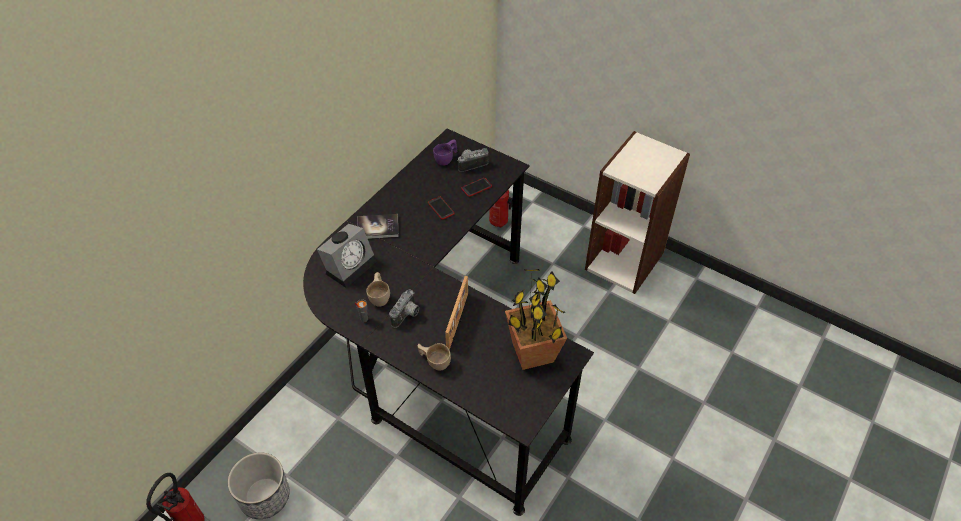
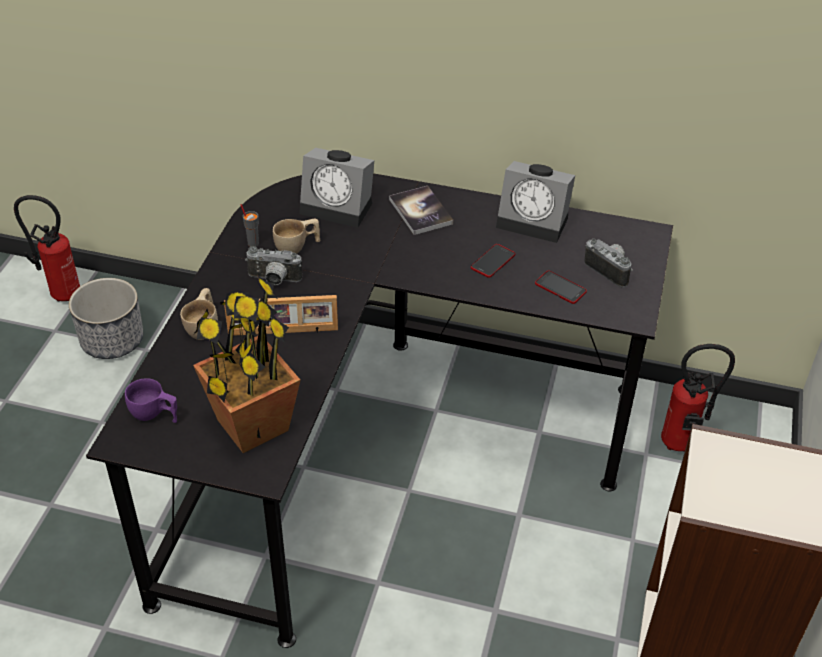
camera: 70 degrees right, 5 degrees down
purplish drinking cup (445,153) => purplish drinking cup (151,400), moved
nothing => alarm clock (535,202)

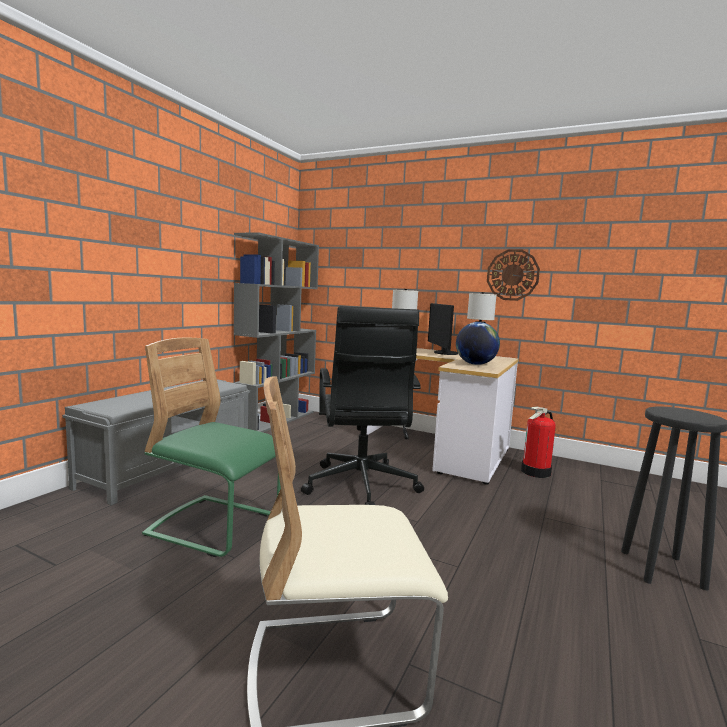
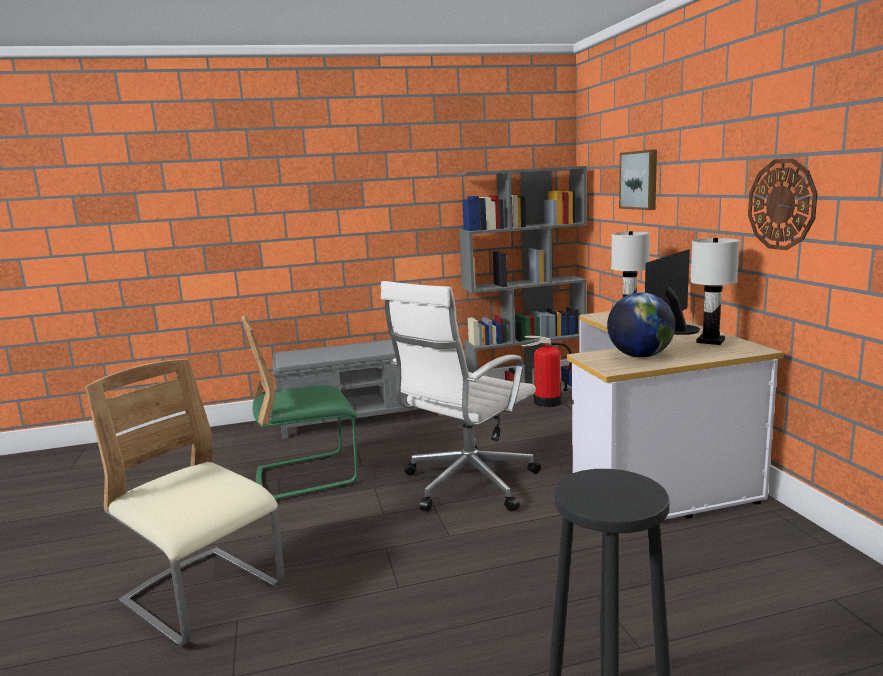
camera: 50 degrees right, 5 degrees up
black desk chair (362,405) => white-coloured desk chair (461,396)
green plain chair (211,447) => green plain chair (300,407), 90 degrees counterclockwise
extinguisher (538,442) => extinguisher (546,371), moved
nothing => picture (638,179)

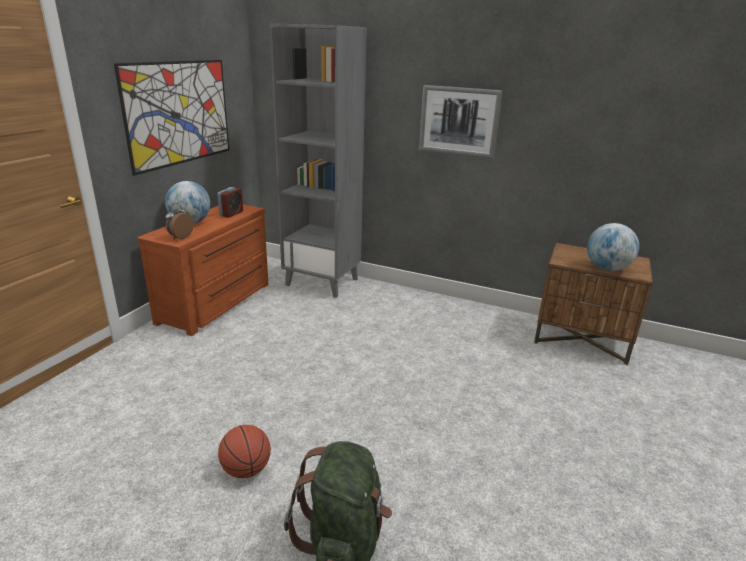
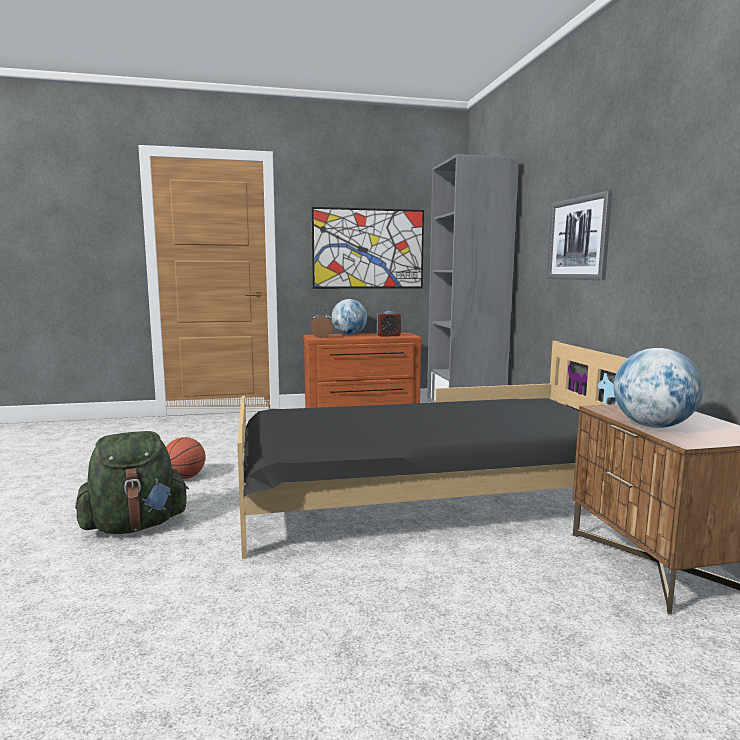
camera: 55 degrees right, 15 degrees down
nothing => black bedroom bed (432,450)

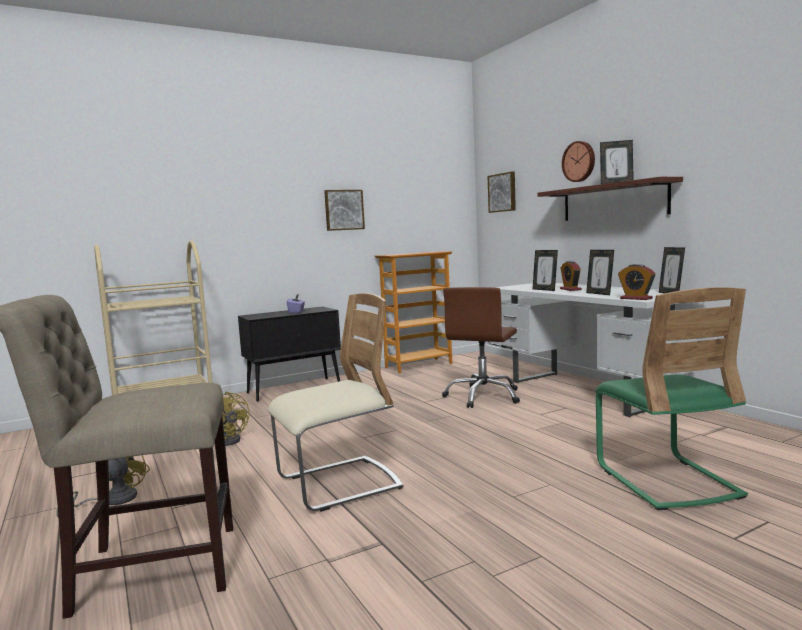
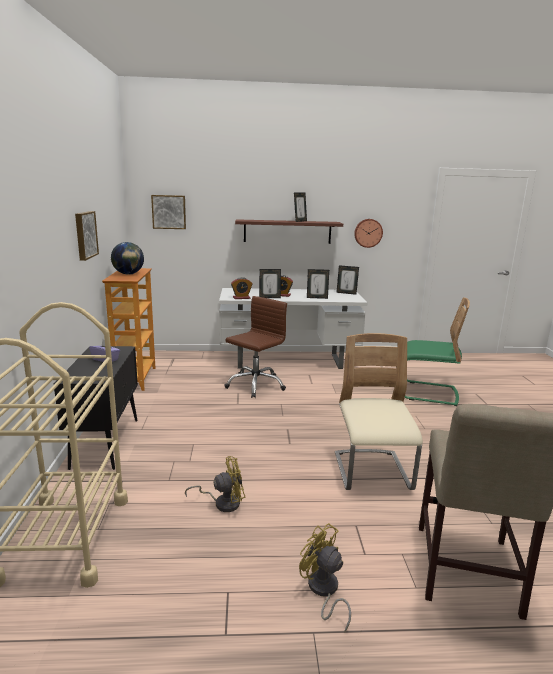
camera: 65 degrees left, 10 degrees up
clock on the wall (578,161) => clock on the wall (368,233), moved
alarm clock (636,282) => alarm clock (242,288), moved
brownish desk chair (481,347) => brownish desk chair (255,347), 105 degrees counterclockwise
nothing => globe (127,258)

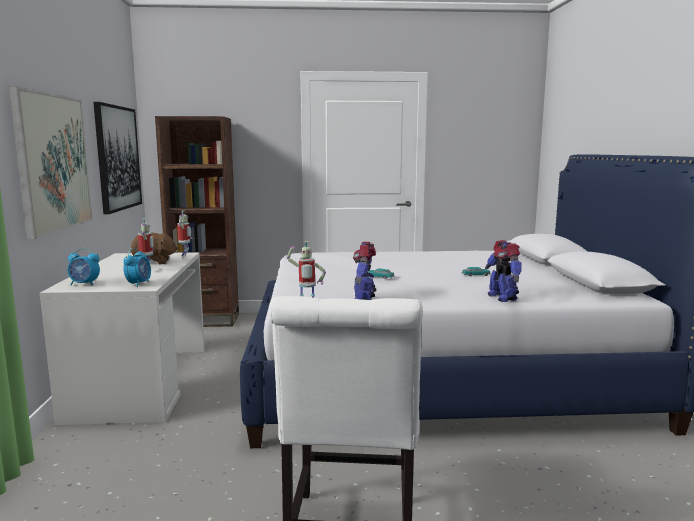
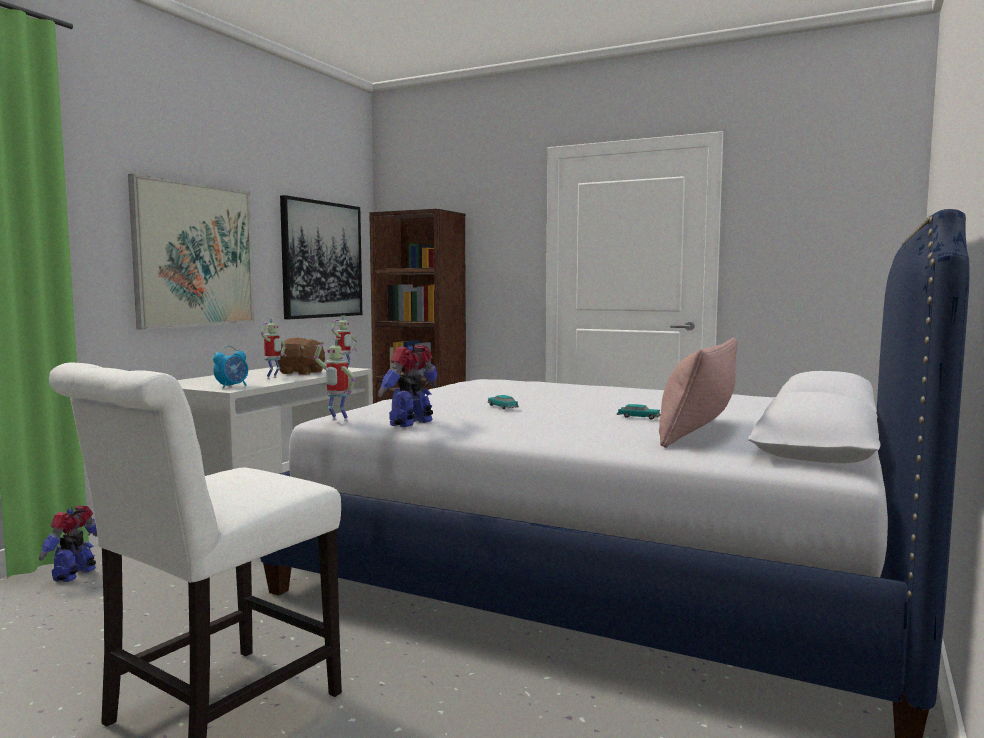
camera: 30 degrees right, 5 degrees down
toy robot (503,271) => toy robot (68,544), moved
alarm clock (83,267) => nothing
nothing => pink-coloured cushion (698,393)

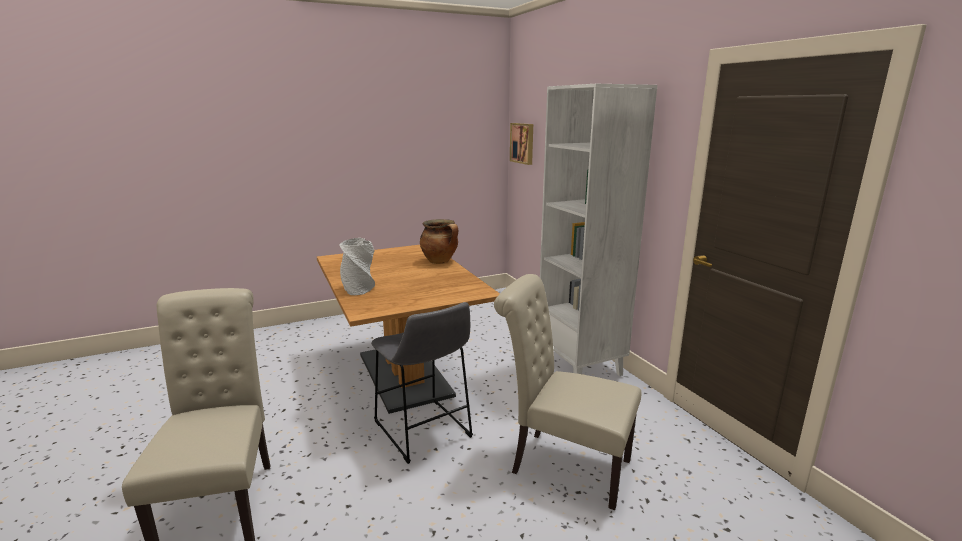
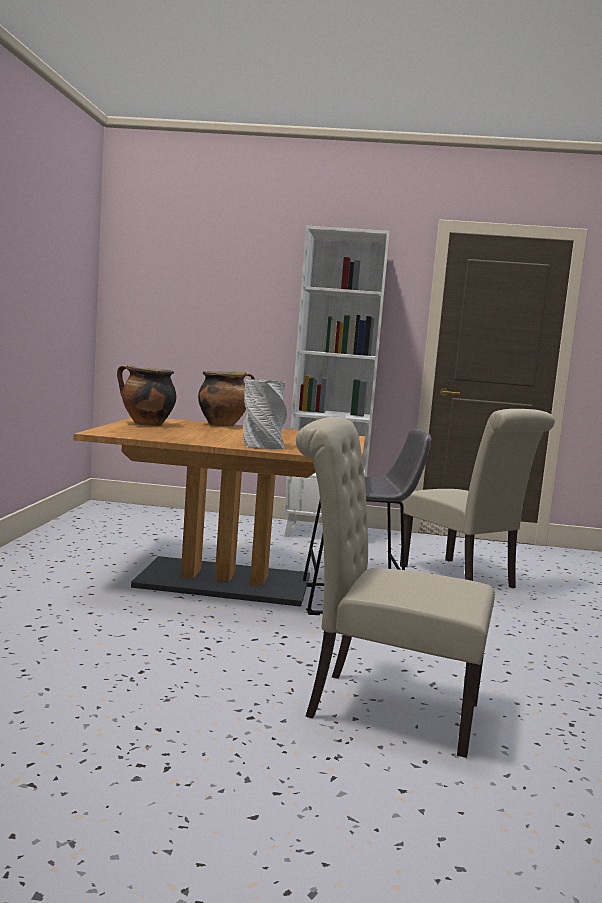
camera: 60 degrees left, 10 degrees down
picture (521,144) => nothing
beige plain chair (568,392) => beige plain chair (477,498), 90 degrees counterclockwise
nothing => saucepot (146,395)

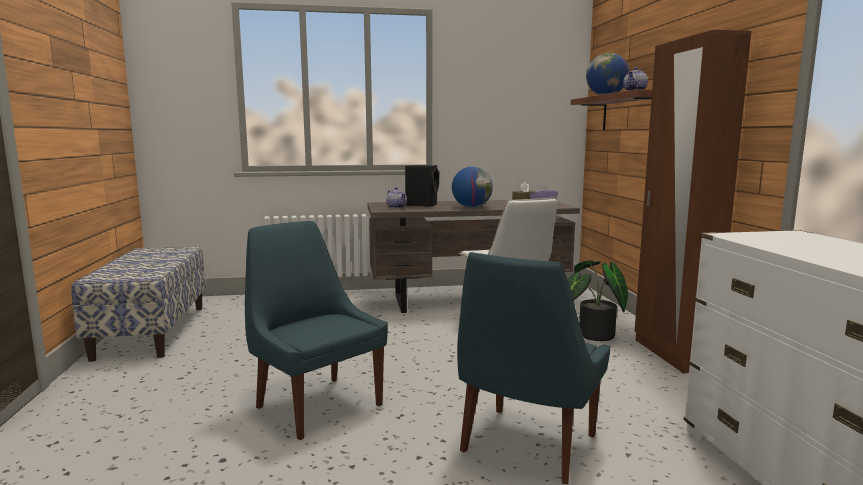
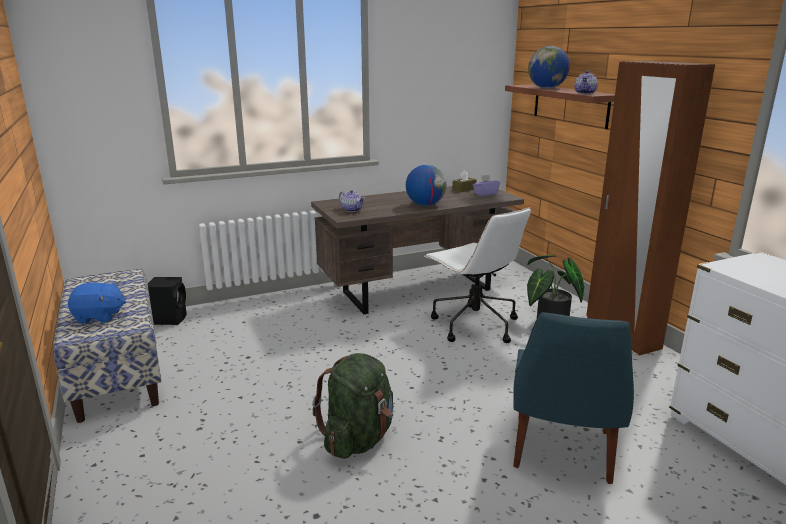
camera: 15 degrees left, 10 degrees up
black loudspeaker (422,186) => black loudspeaker (167,301), moved
bluish plain chair (316,330) => green knapsack (352,406)
nothing => bluish soft toy (97,302)

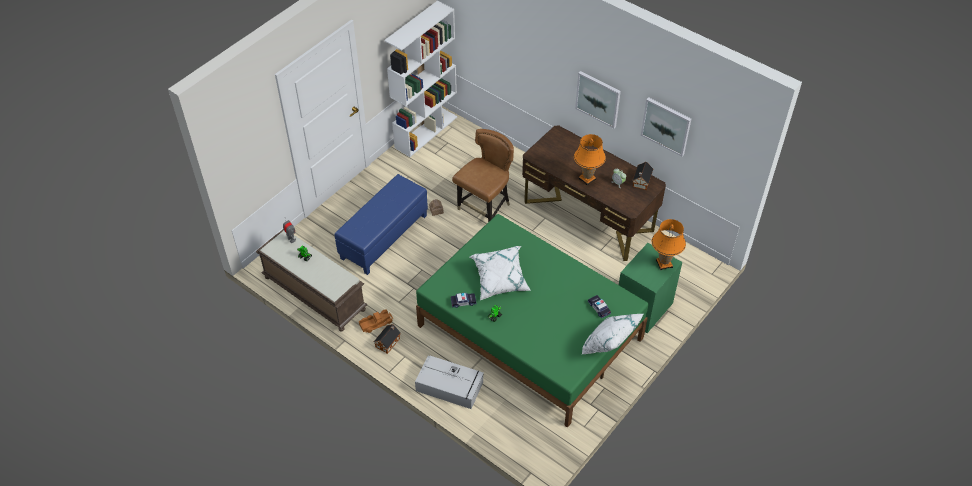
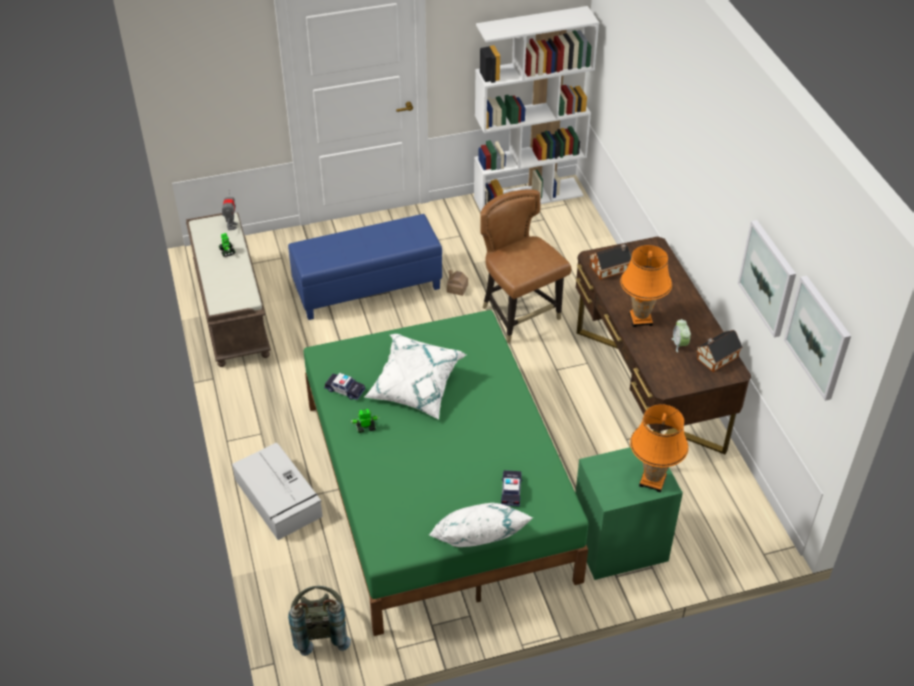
camera: 35 degrees right, 5 degrees down
picture (598,100) => picture (817,338), moved
brownish plain chair (483,175) => brownish plain chair (525,266), 105 degrees counterclockwise
toy lorry (376,321) => nothing
toy house (387,339) => toy house (610,262), moved
nothing => grey knapsack (319,621)

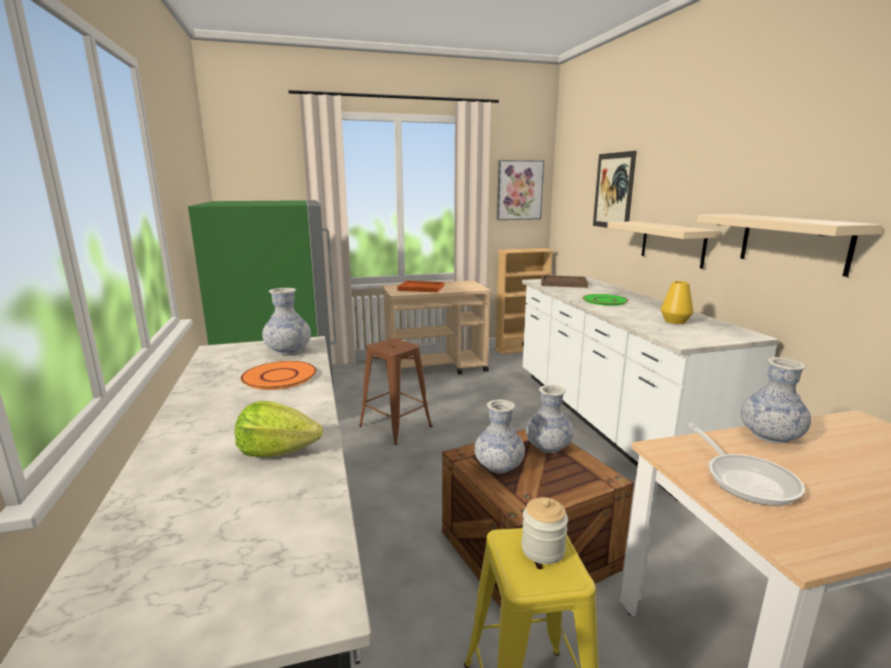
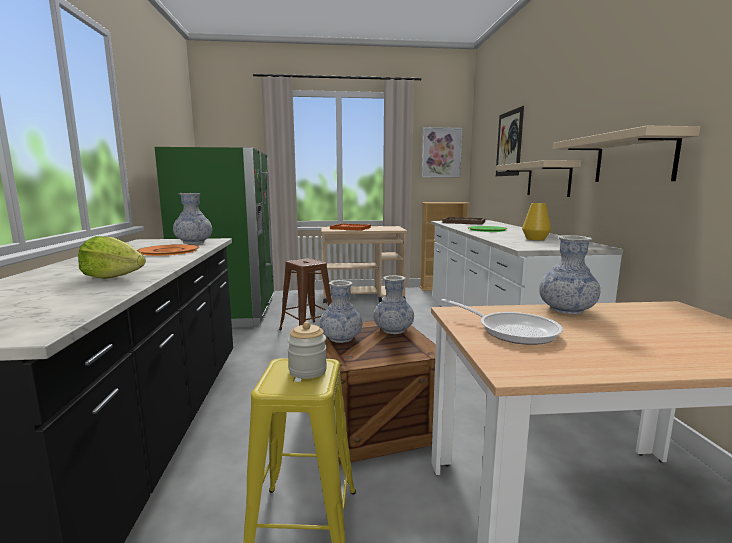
camera: 10 degrees right, 5 degrees down
frying pan (746,464) => frying pan (502,322), 45 degrees counterclockwise

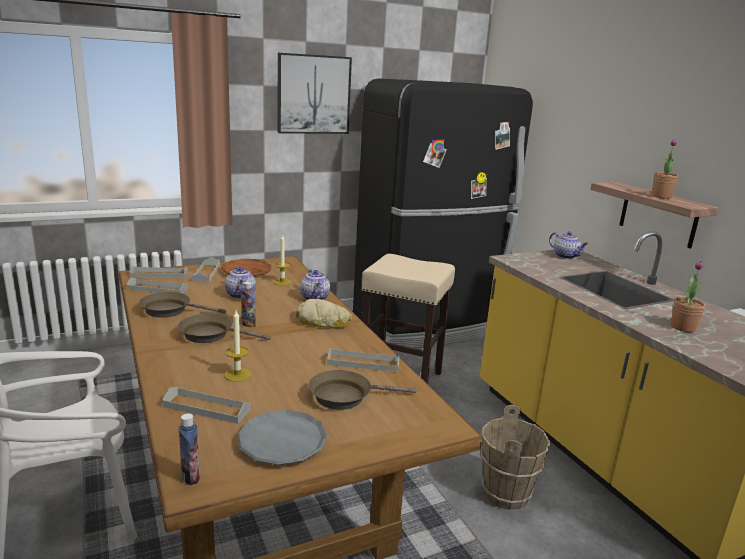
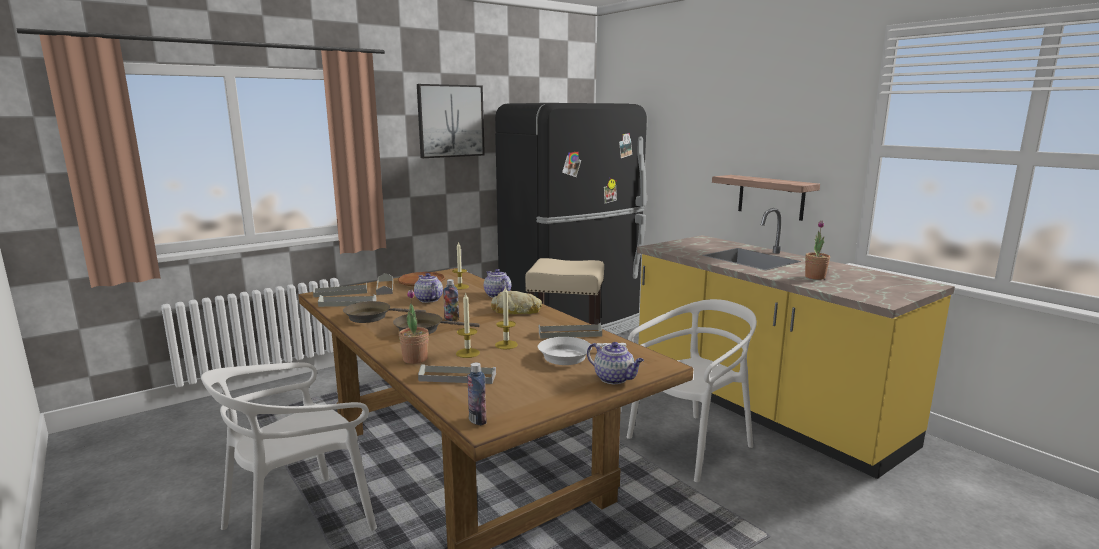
camera: 10 degrees left, 5 degrees down
potted plant (665,169) => potted plant (414,326), moved
pot for tea (568,245) => pot for tea (615,363), moved
brownish frying pan (362,390) => white-coloured frying pan (582,351)
brownish bucket (515,457) => white-coloured plain chair (692,390)
grey dinner plate (282,437) => nothing
nothing => wax candle (506,318)

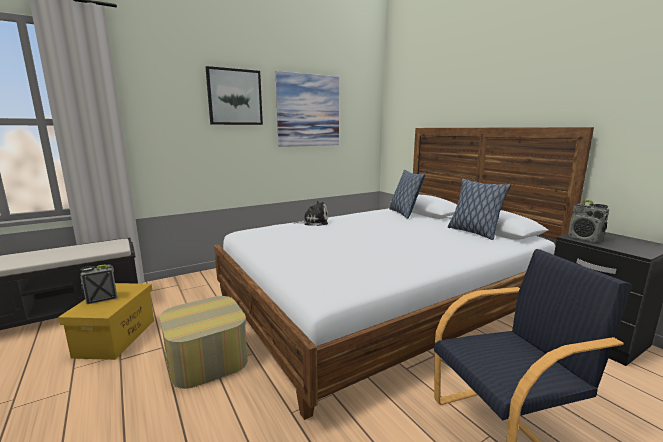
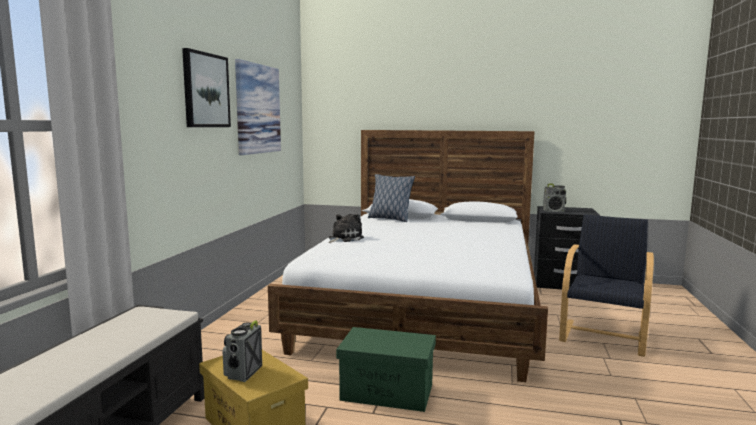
camera: 45 degrees left, 5 degrees down
cushion (479,209) => nothing
footrest (203,342) => green storage container (386,369)

